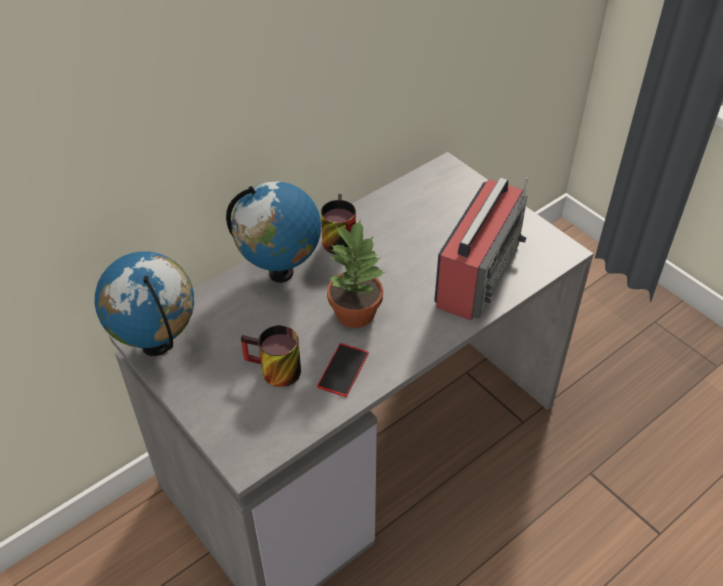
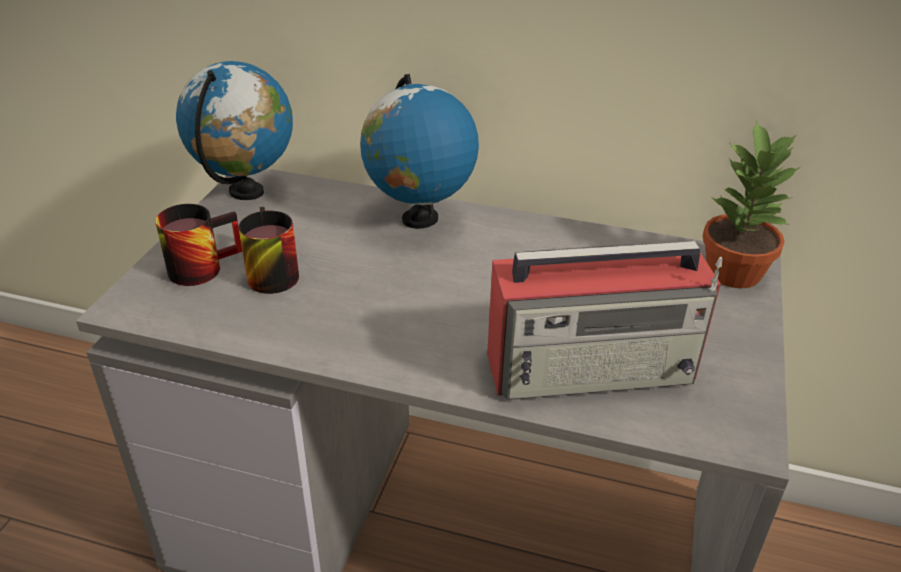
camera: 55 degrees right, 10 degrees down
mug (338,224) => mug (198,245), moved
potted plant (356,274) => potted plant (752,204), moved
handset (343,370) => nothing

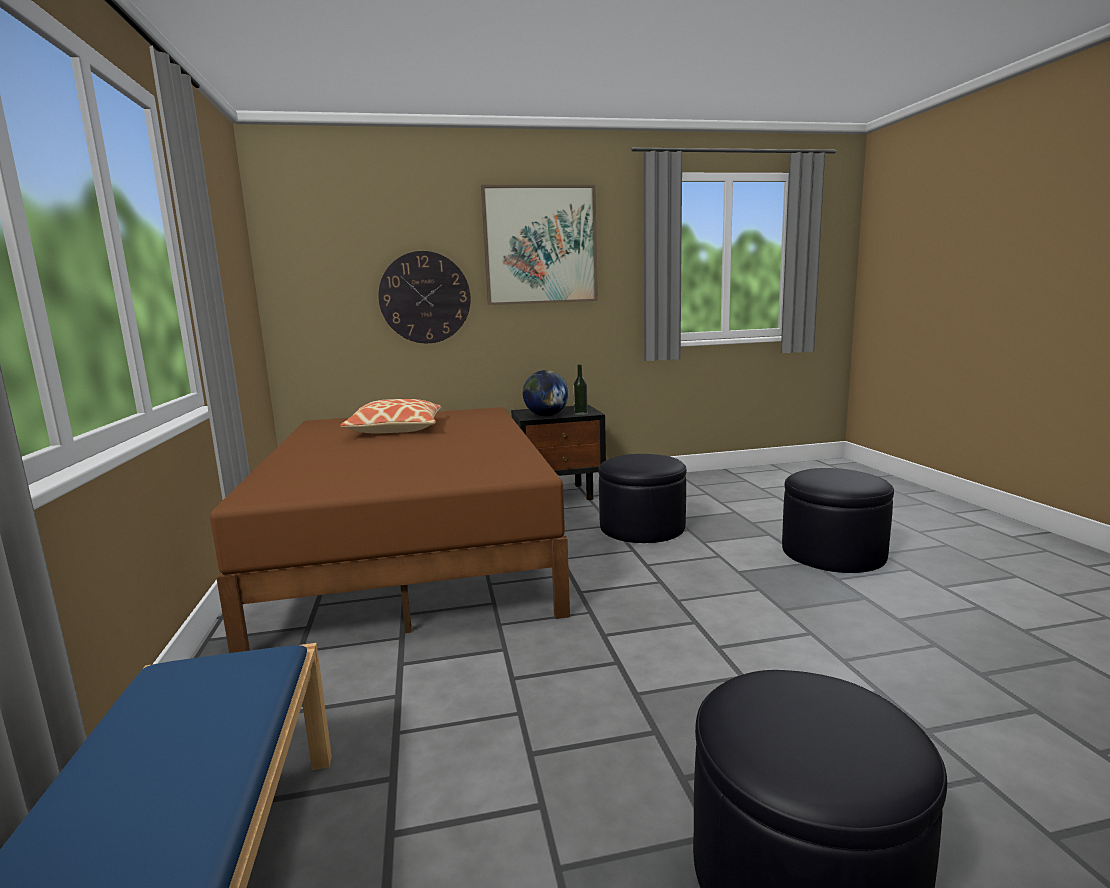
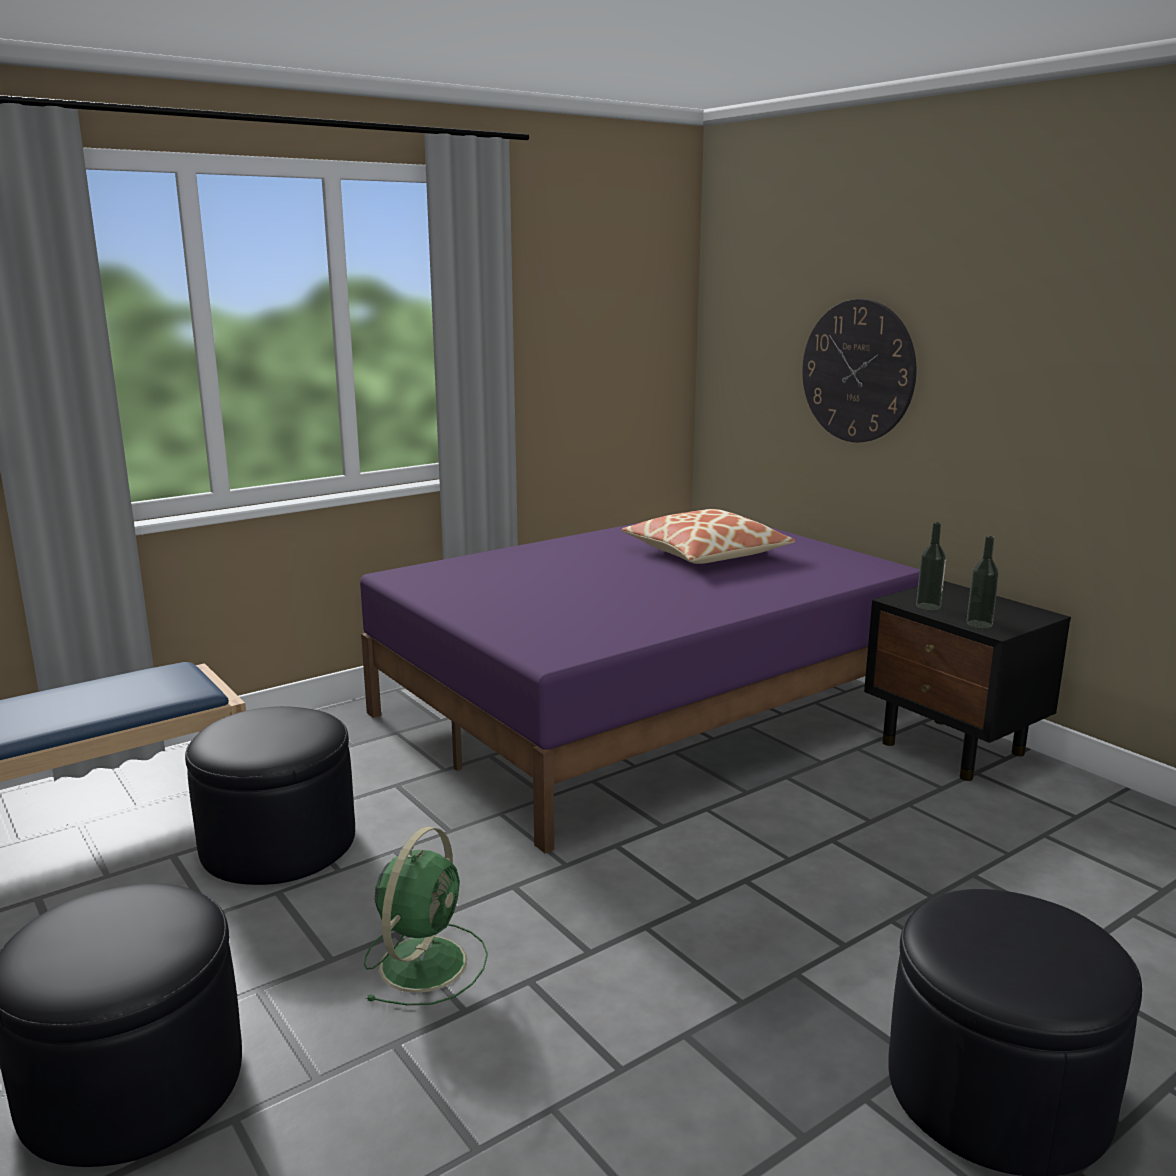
camera: 65 degrees right, 5 degrees up
picture (539,245) => nothing
globe (546,393) => bottle (931,566)
brownish bedroom bed (390,530) => purplish bedroom bed (640,688)
black footrest (642,498) => black footrest (270,795), moved
nothing => green electric fan (426,916)

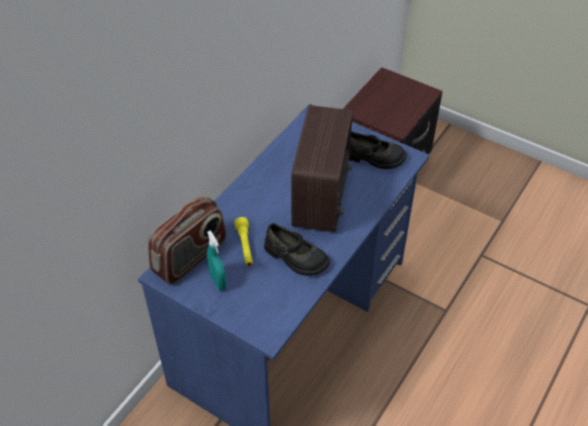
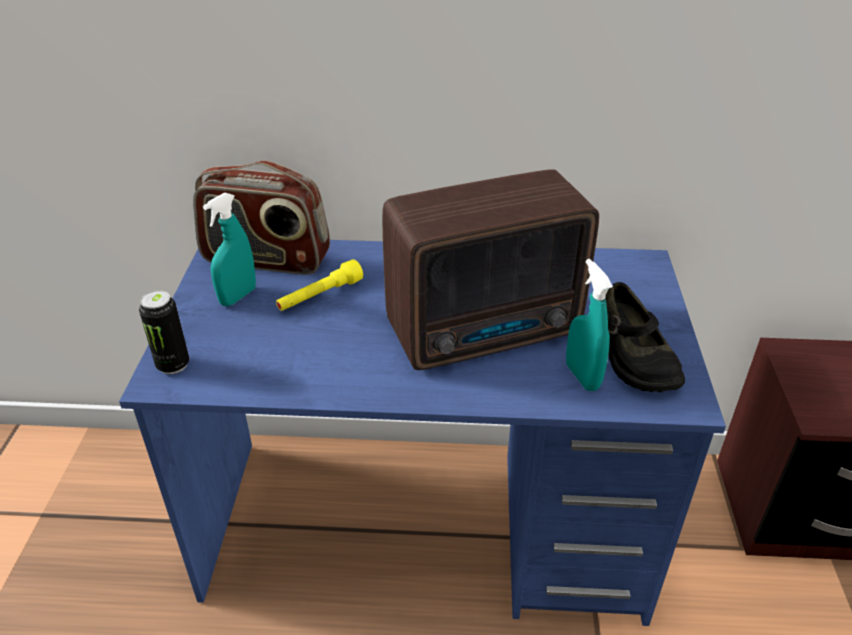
camera: 60 degrees right, 10 degrees down
black low shoe (297,249) => nothing
nothing => turquoise-coloured spray bottle (589,325)
nothing => can (164,332)

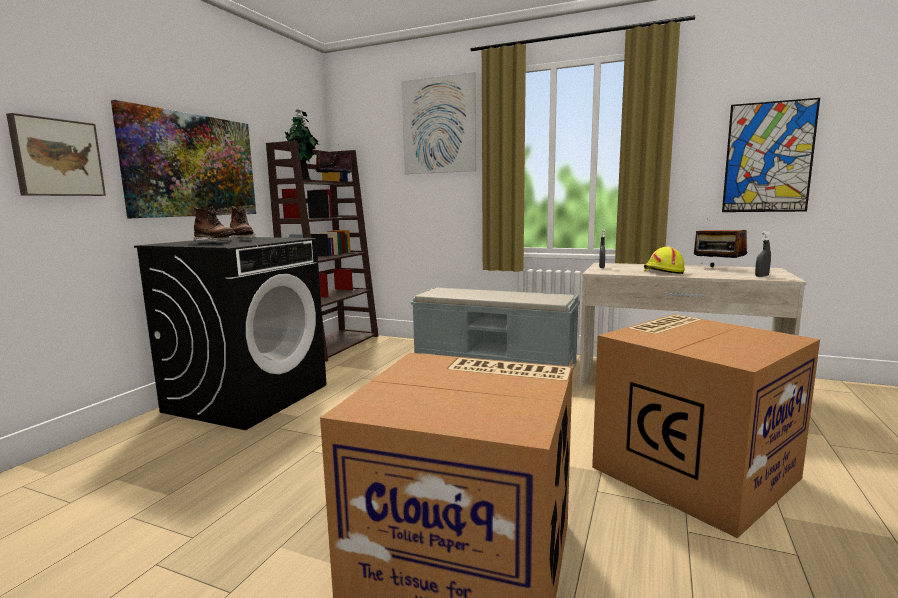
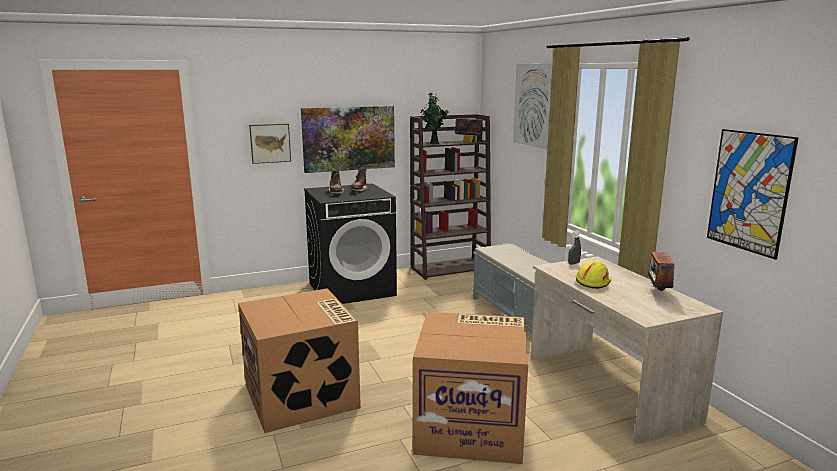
camera: 45 degrees right, 5 degrees up
grey spray bottle (763,254) => nothing

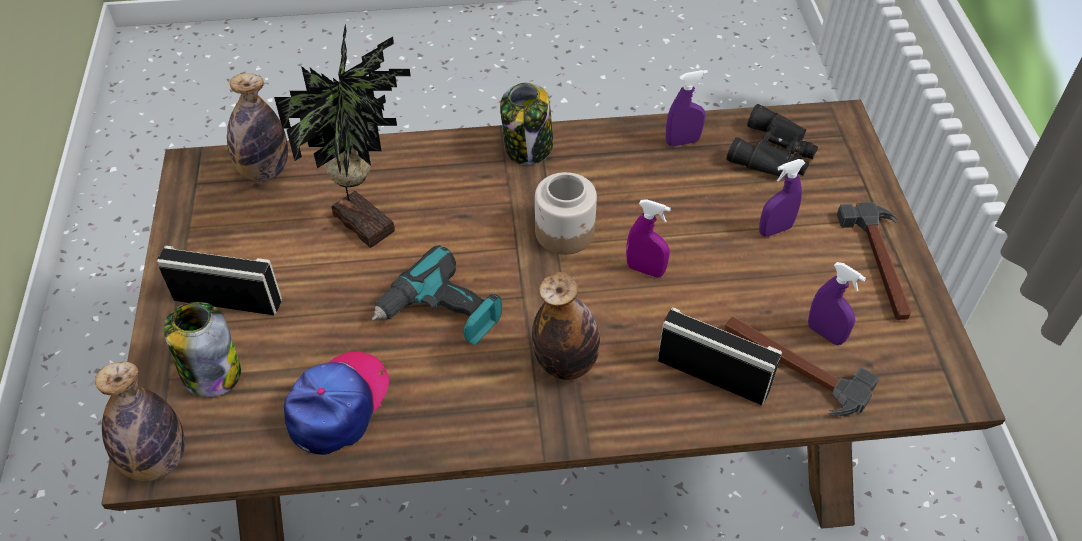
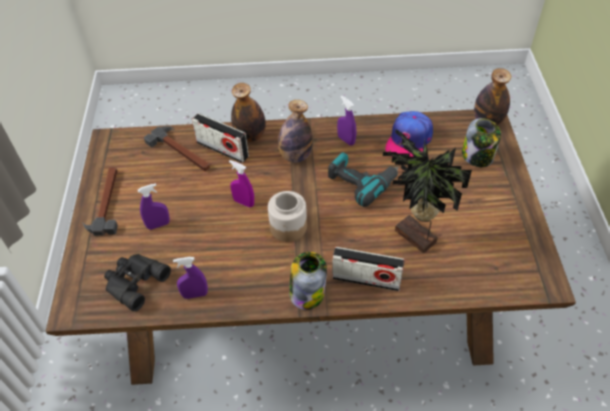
camera: 175 degrees left, 0 degrees up
bottle (257,127) => bottle (248,112), moved
radio set (219,280) => radio set (368,269), moved
purplish spray bottle (837,303) => purplish spray bottle (346,120), moved

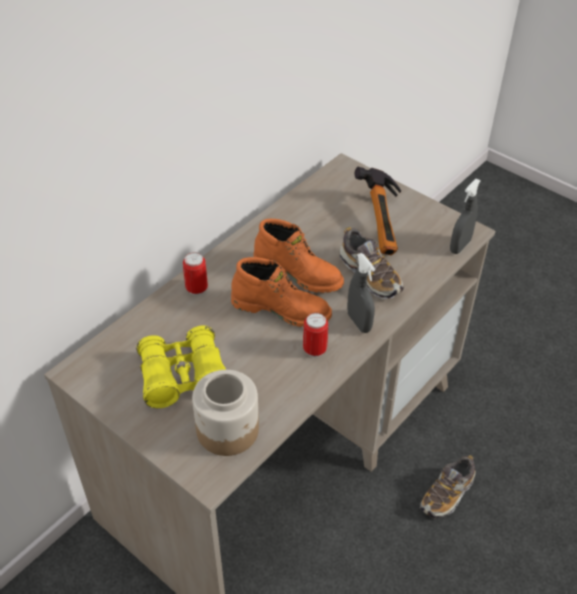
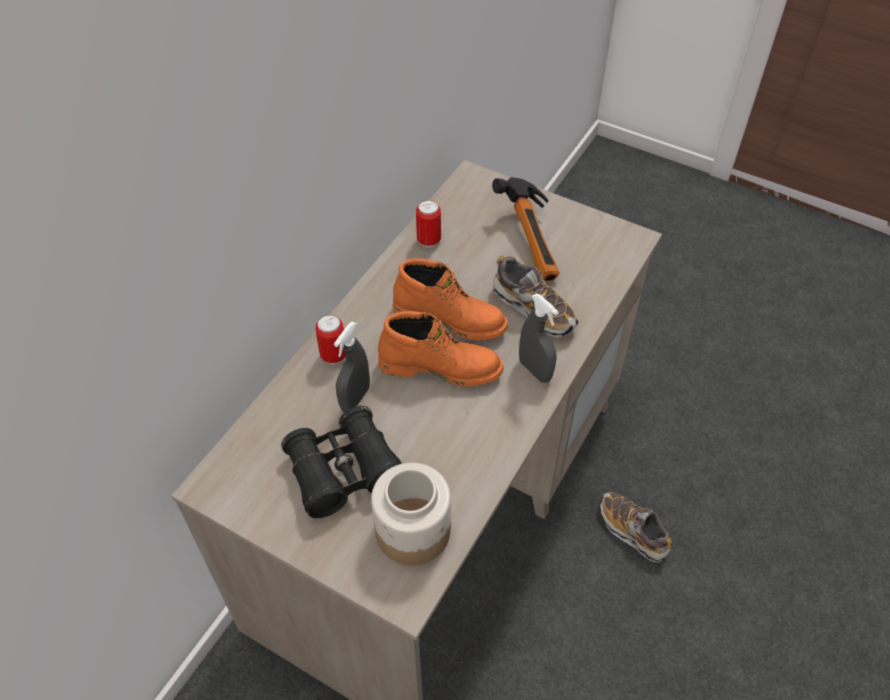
camera: 10 degrees left, 5 degrees up
grey spray bottle (465,216) => grey spray bottle (352,367), moved
can (315,335) => can (428,224), moved
yellowish binoculars (181,367) => black binoculars (341,462)
low shoe (448,486) => low shoe (635,527), 105 degrees clockwise

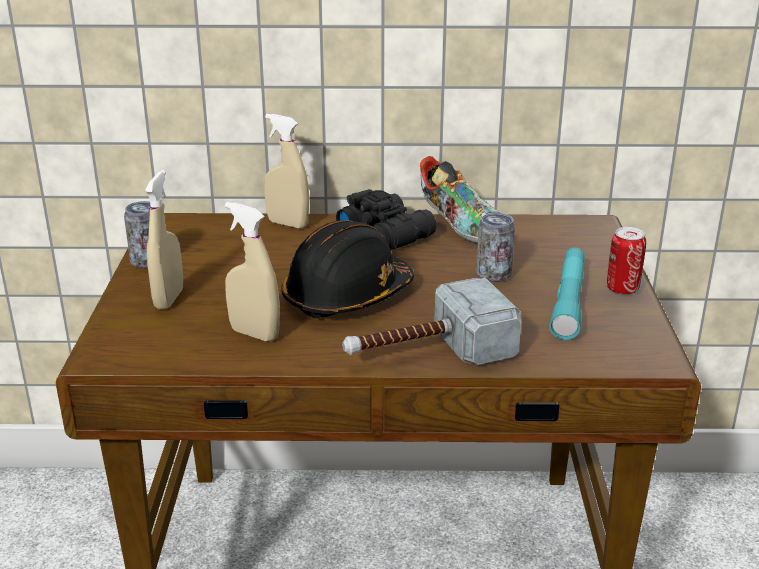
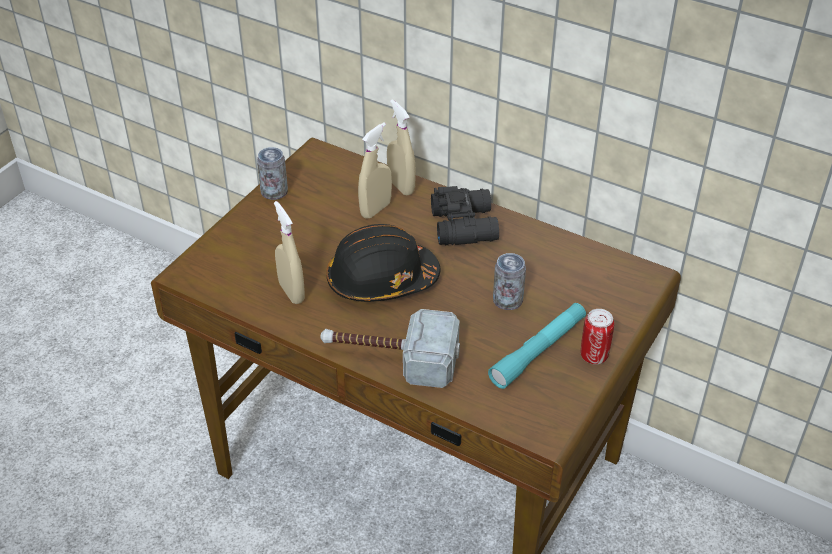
camera: 30 degrees right, 15 degrees up
low shoe (460,200) => nothing
beige spray bottle (164,240) => beige spray bottle (375,170), moved

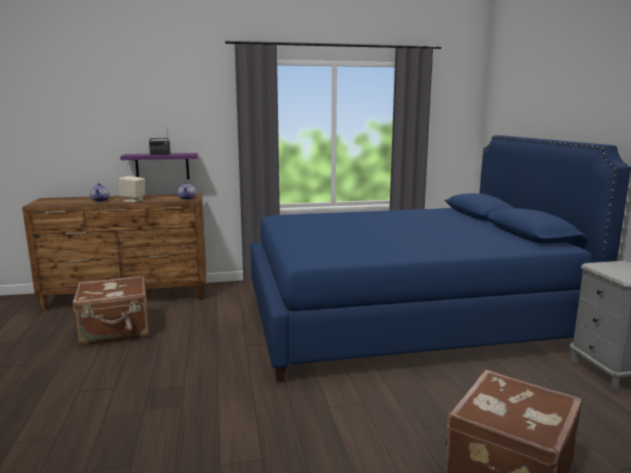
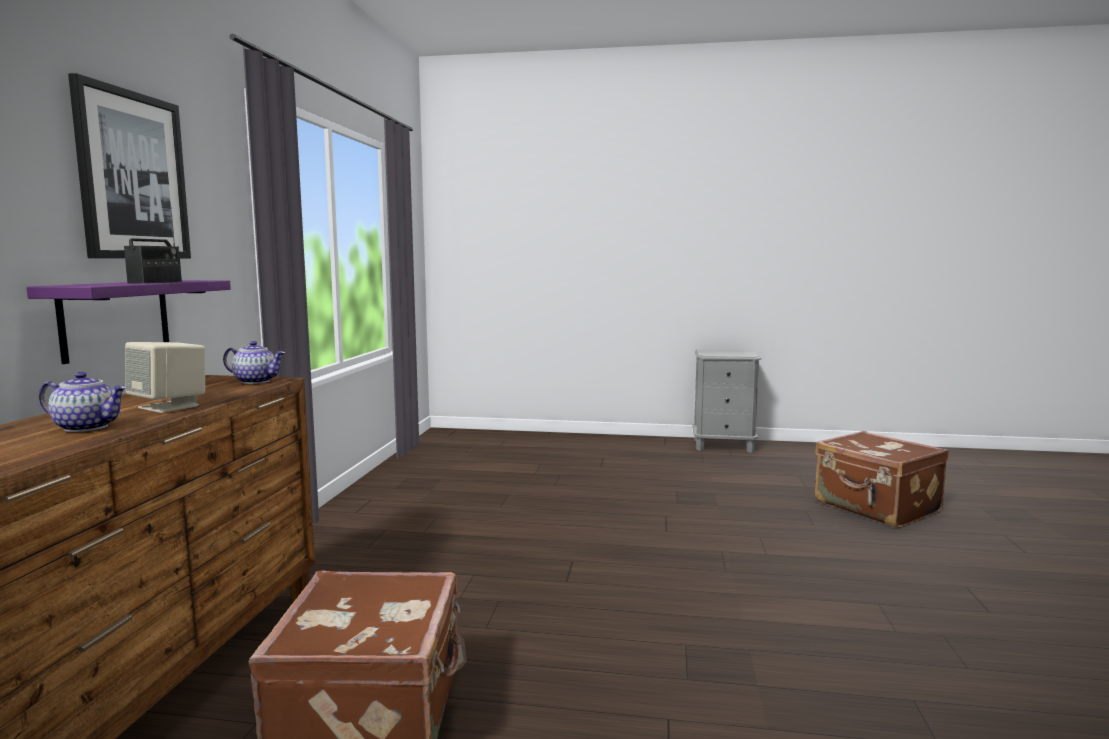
camera: 70 degrees left, 5 degrees down
bluish bedroom bed (440,259) => nothing
nothing => picture (129,166)

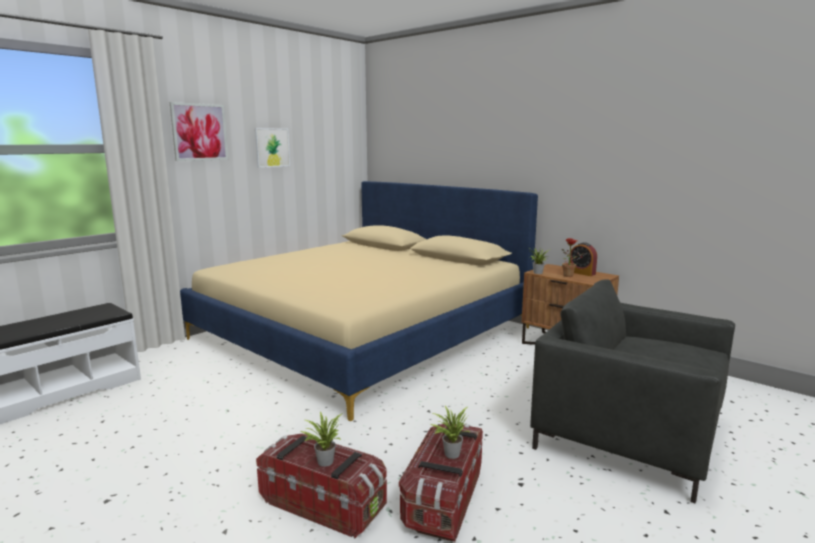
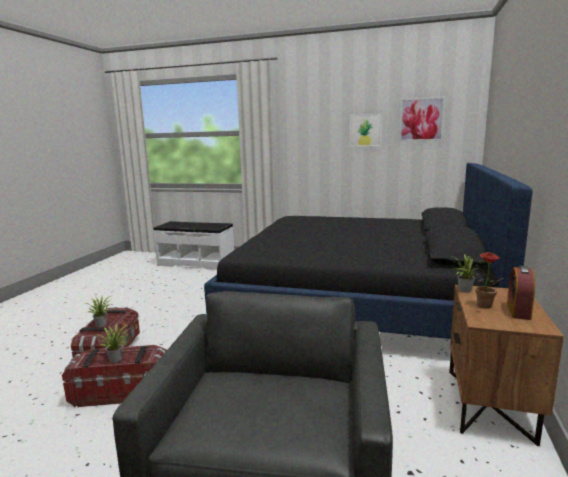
camera: 65 degrees right, 0 degrees up
picture (199,131) => picture (422,119), moved
beige bedroom bed (359,301) => black bedroom bed (368,251)

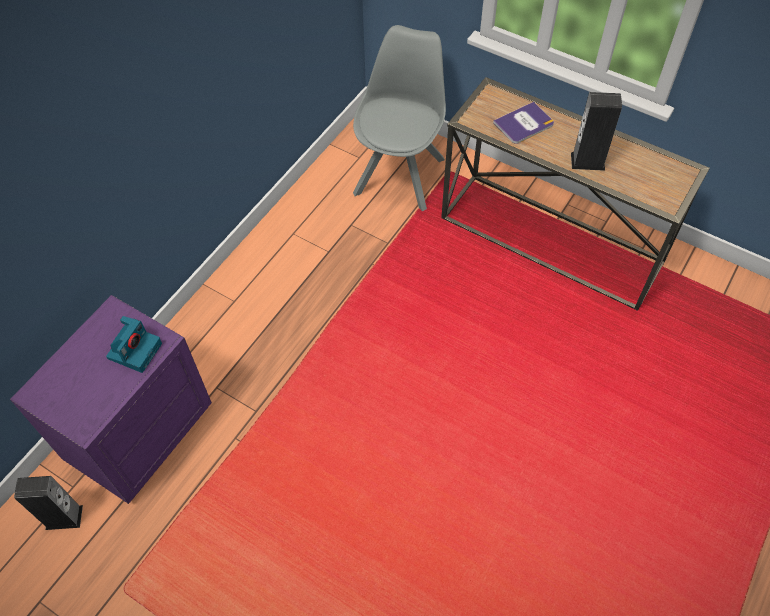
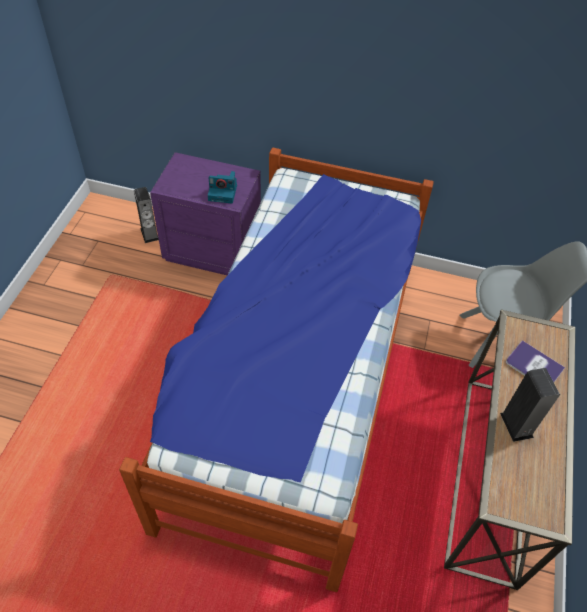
camera: 70 degrees right, 5 degrees down
nothing => bedroom bed (276,369)

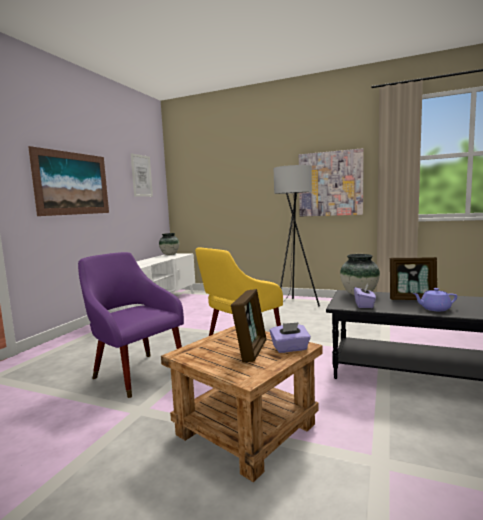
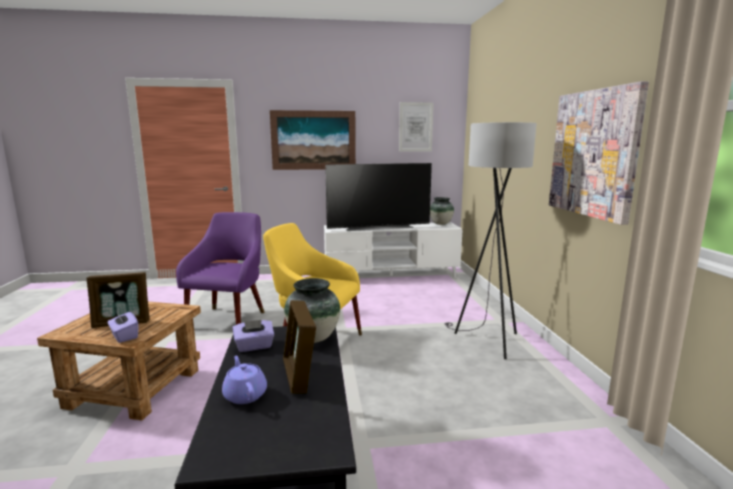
camera: 60 degrees right, 5 degrees up
nothing => television (378,197)

